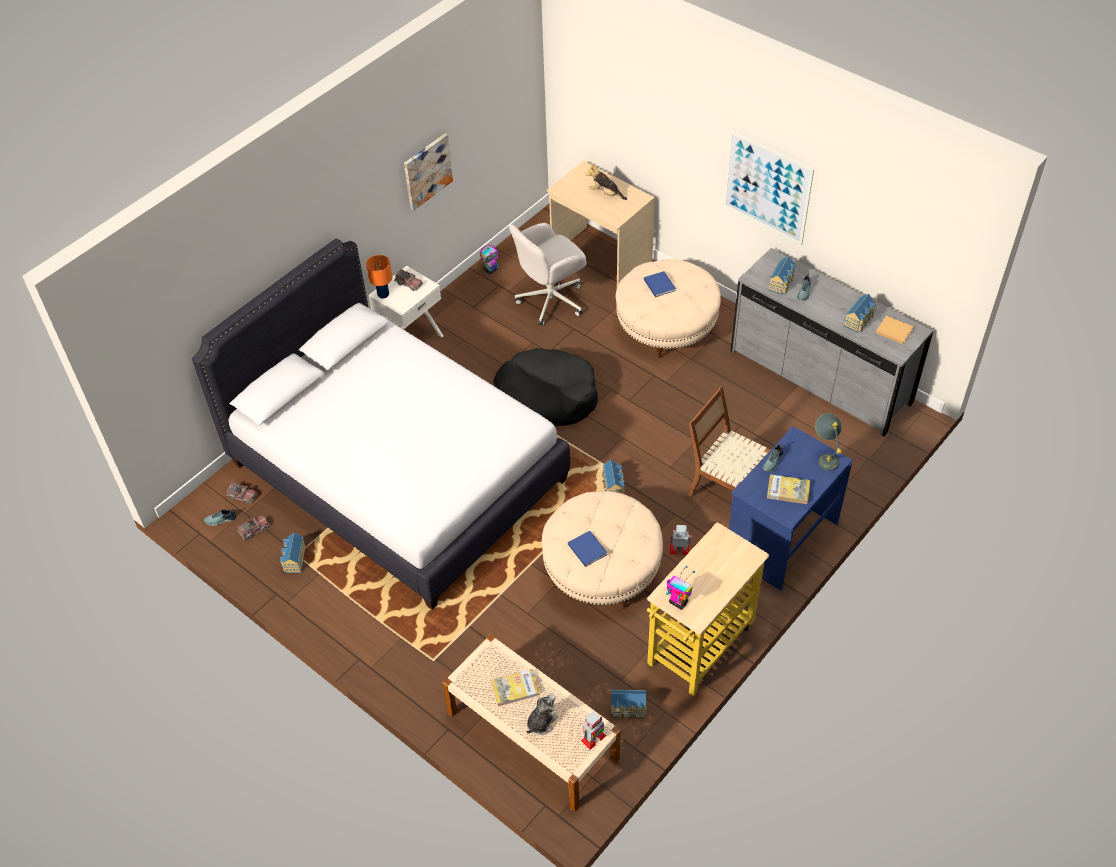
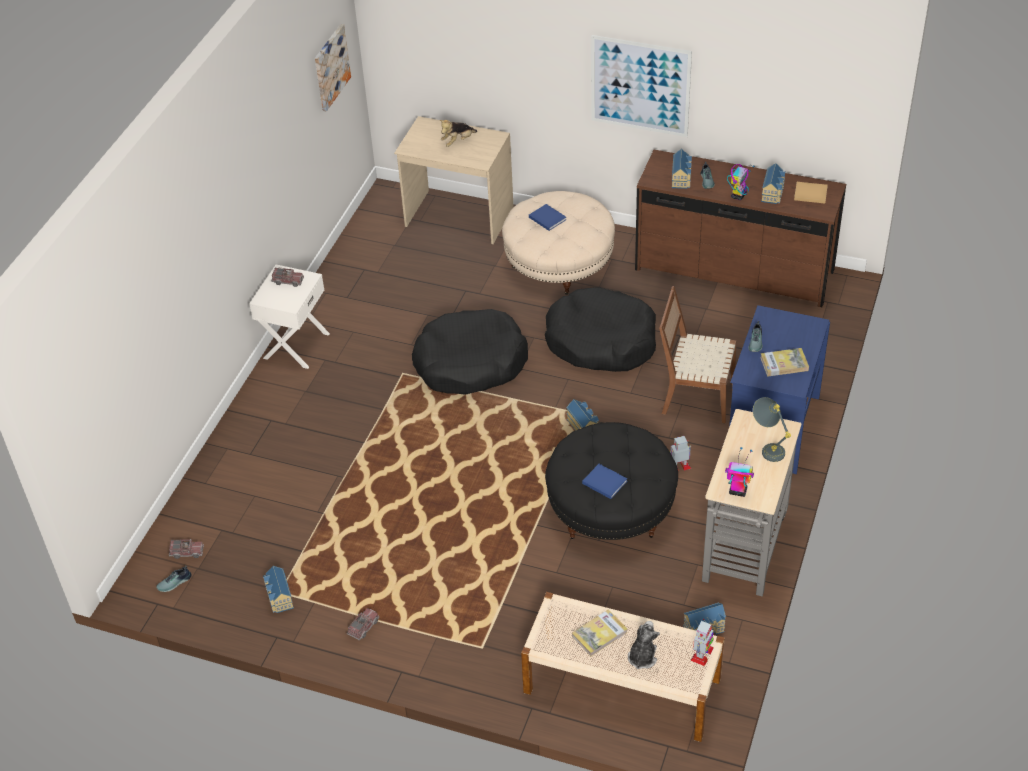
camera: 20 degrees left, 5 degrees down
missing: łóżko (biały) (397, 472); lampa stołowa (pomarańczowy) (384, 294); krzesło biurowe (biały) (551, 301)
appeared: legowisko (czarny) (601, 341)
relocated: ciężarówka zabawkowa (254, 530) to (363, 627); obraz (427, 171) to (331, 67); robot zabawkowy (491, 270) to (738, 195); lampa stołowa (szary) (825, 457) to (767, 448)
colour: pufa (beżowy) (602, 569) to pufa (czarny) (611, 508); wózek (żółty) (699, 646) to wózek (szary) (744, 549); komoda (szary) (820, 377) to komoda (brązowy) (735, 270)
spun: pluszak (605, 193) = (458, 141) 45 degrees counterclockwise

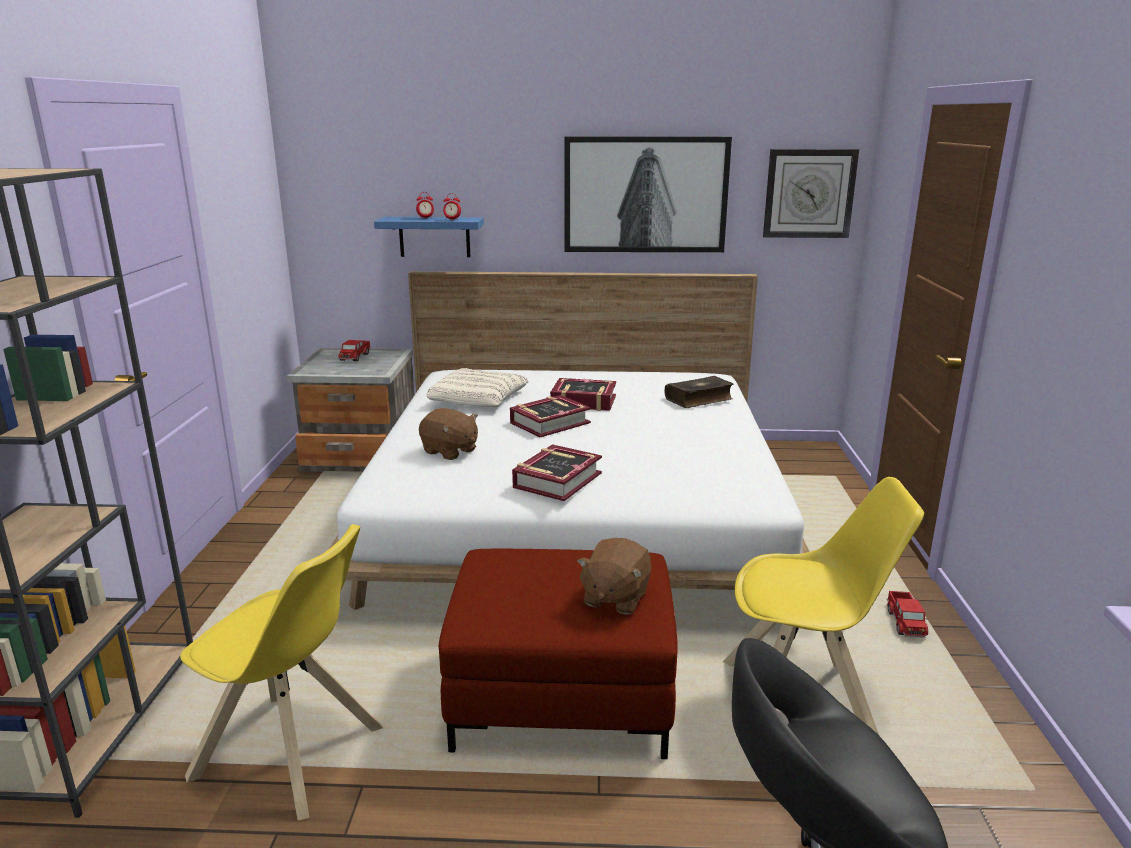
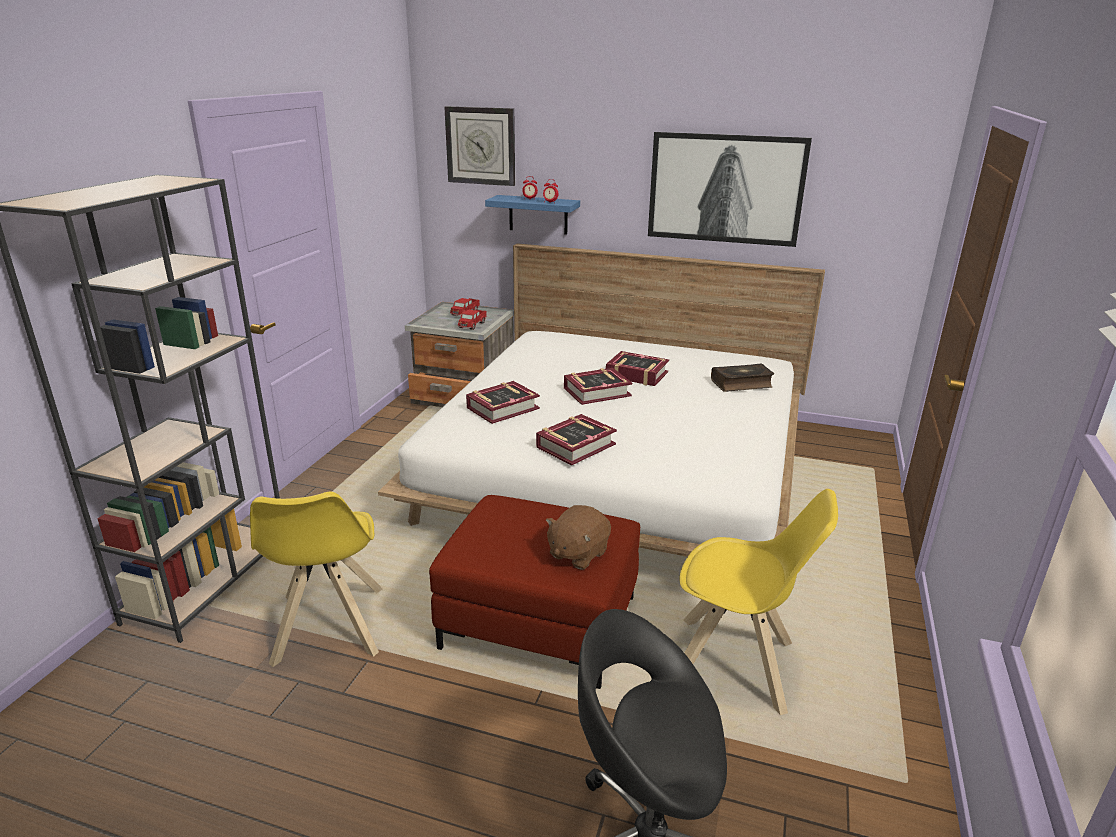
camera: 15 degrees right, 5 degrees up
missing: poduszka (beżowy) (478, 399)
relocated: zegar ścienny (809, 193) to (481, 146); ciężarówka zabawkowa (905, 622) to (472, 324)
exchanged: pluszak (brązowy) (450, 451) to książka (502, 408)
spun: krzesło (żółty) (292, 754) = (328, 627) 45 degrees clockwise

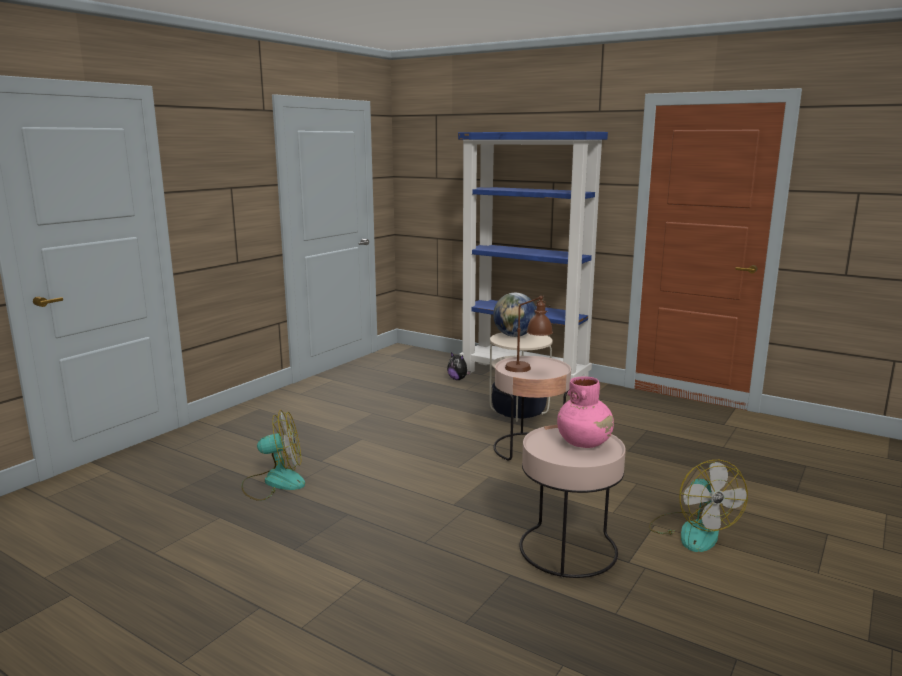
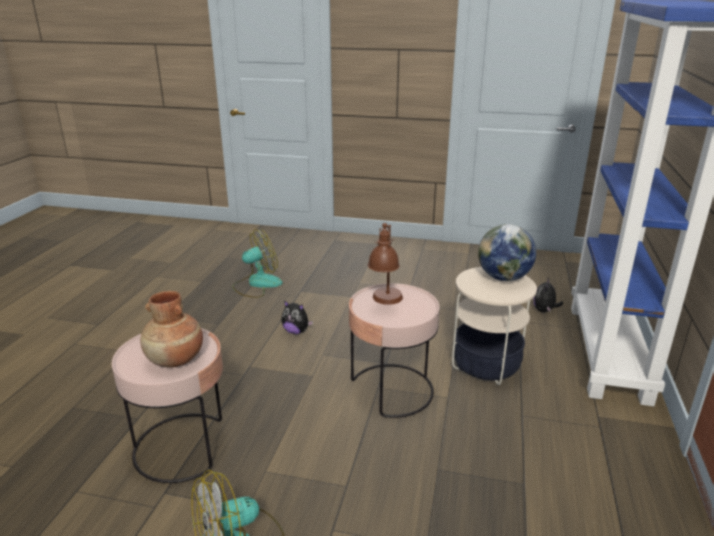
camera: 70 degrees right, 10 degrees up
appeared: pluszak (296, 331)
colour: wazon (różowy) (584, 443) to wazon (brązowy) (175, 359)
spun: wentylator (274, 482) = (257, 284) 90 degrees counterclockwise

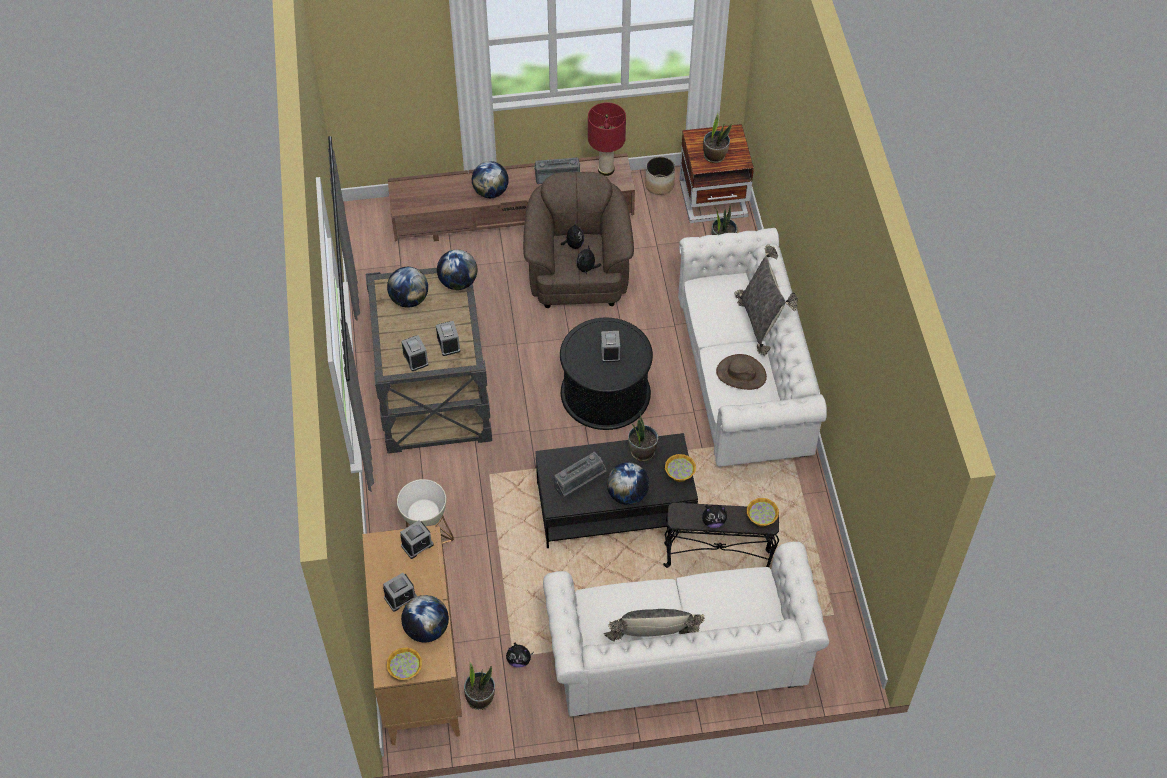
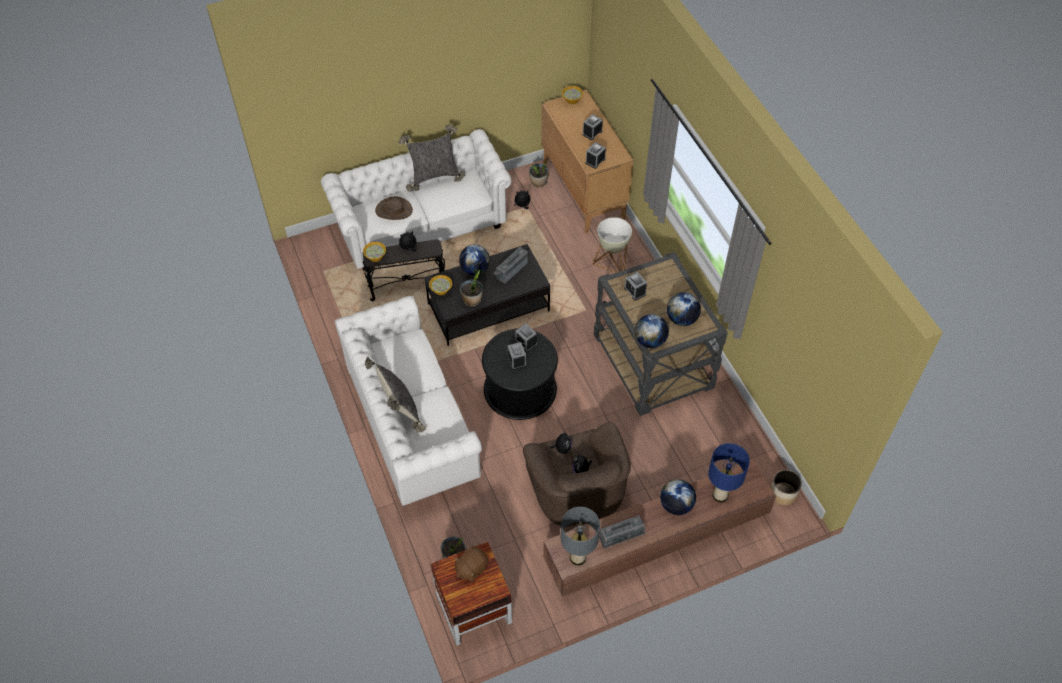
camera: 165 degrees right, 0 degrees up
missing: globus (426, 629)
appeared: lampa stołowa (niebieski) (720, 495)
relocated: budzik (415, 359) to (526, 342); donica (659, 185) to (782, 493); kapelusz (brązowy) (741, 374) to (394, 210)
exchanged: roślina doniczkowa (715, 156) to pluszak (brązowy) (471, 568)
colour: lampa stołowa (czerwony) (606, 169) to lampa stołowa (szary) (578, 558)

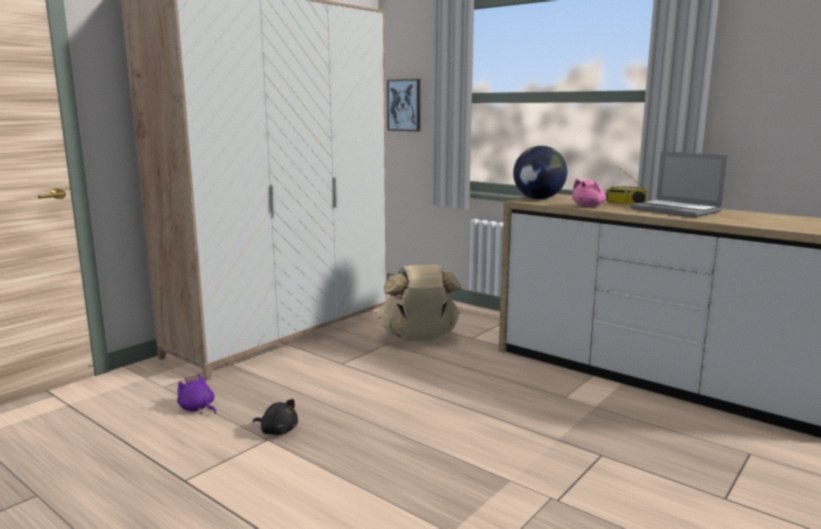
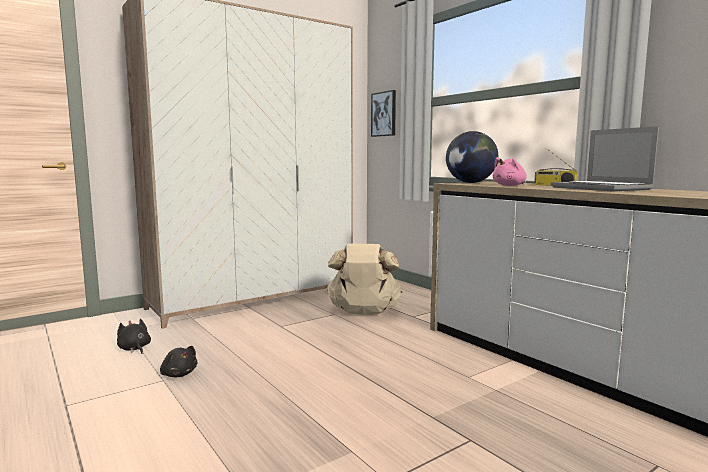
camera: 15 degrees right, 5 degrees down
colour: pluszak (fioletowy) (197, 408) to pluszak (czarny) (134, 349)

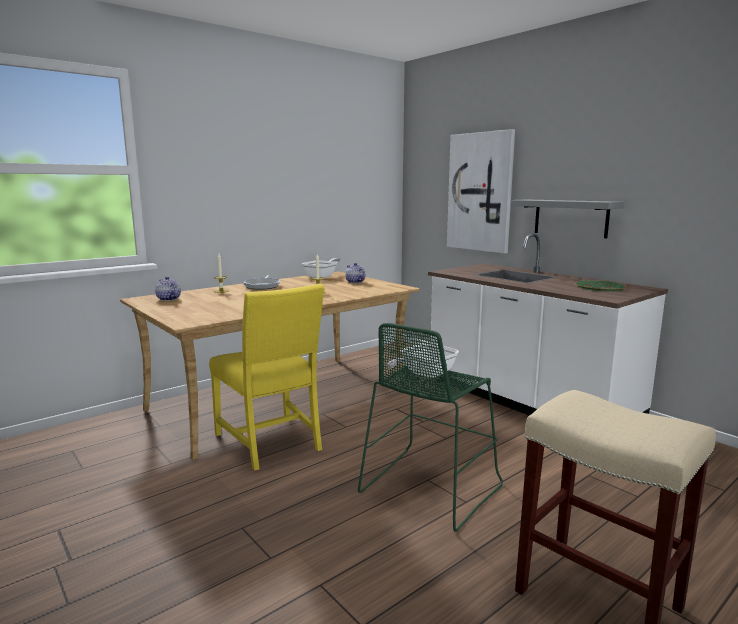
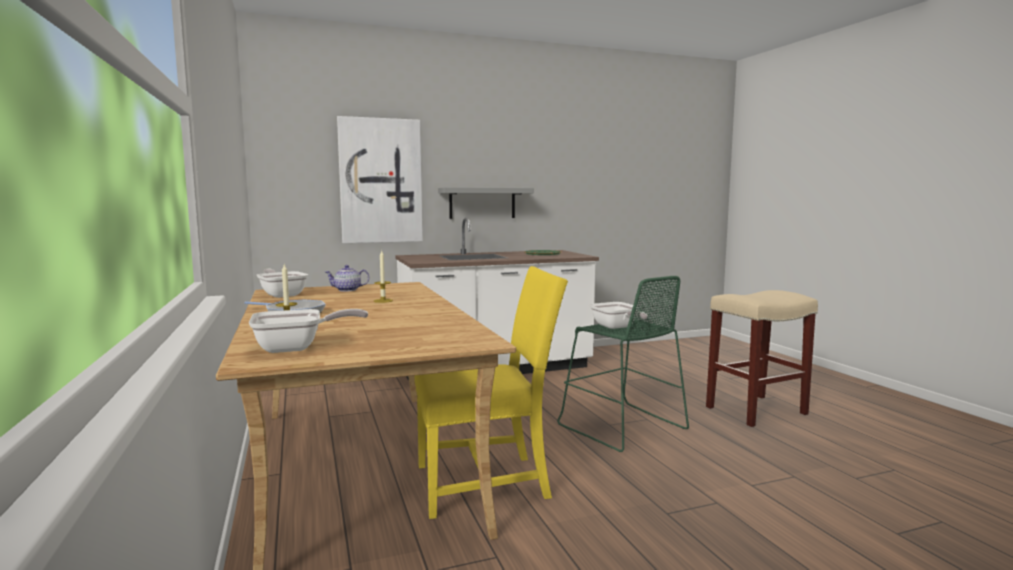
camera: 70 degrees left, 5 degrees down
exchanged: imbryk (168, 299) to patelnia (297, 348)

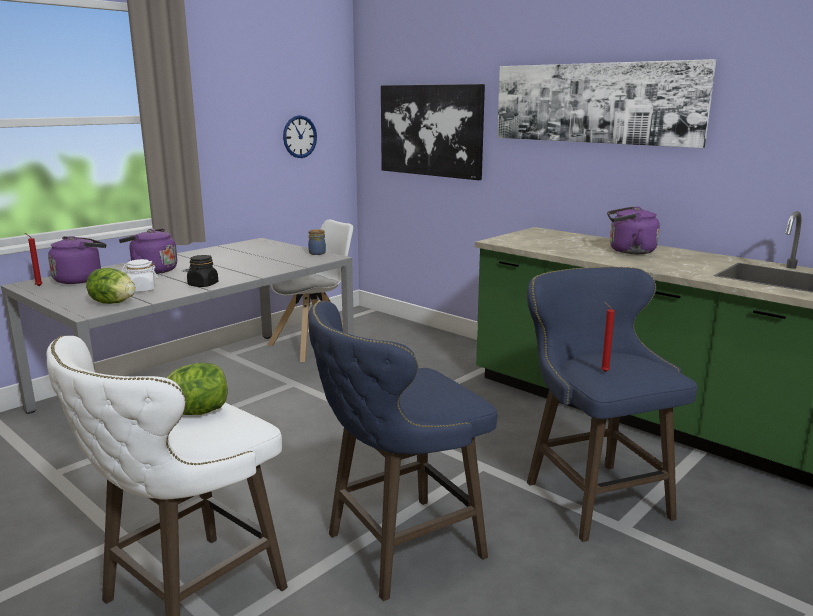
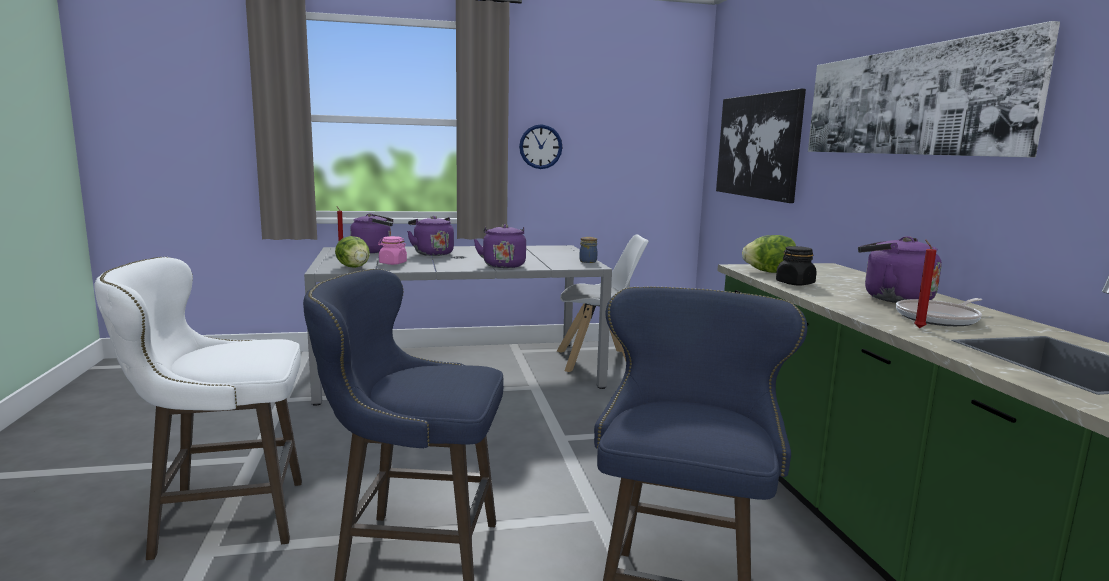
camera: 35 degrees right, 5 degrees down
appeared: czajnik (fioletowy) (503, 265); patelnia (939, 318)
relocated: sałata (196, 412) to (769, 272); słoik (czarny) (203, 285) to (795, 283); zegar ścienny (299, 136) to (540, 146); świeca (czerwony) (603, 371) to (918, 327)
colour: słoik (biały) (141, 290) to słoik (różowy) (392, 263)

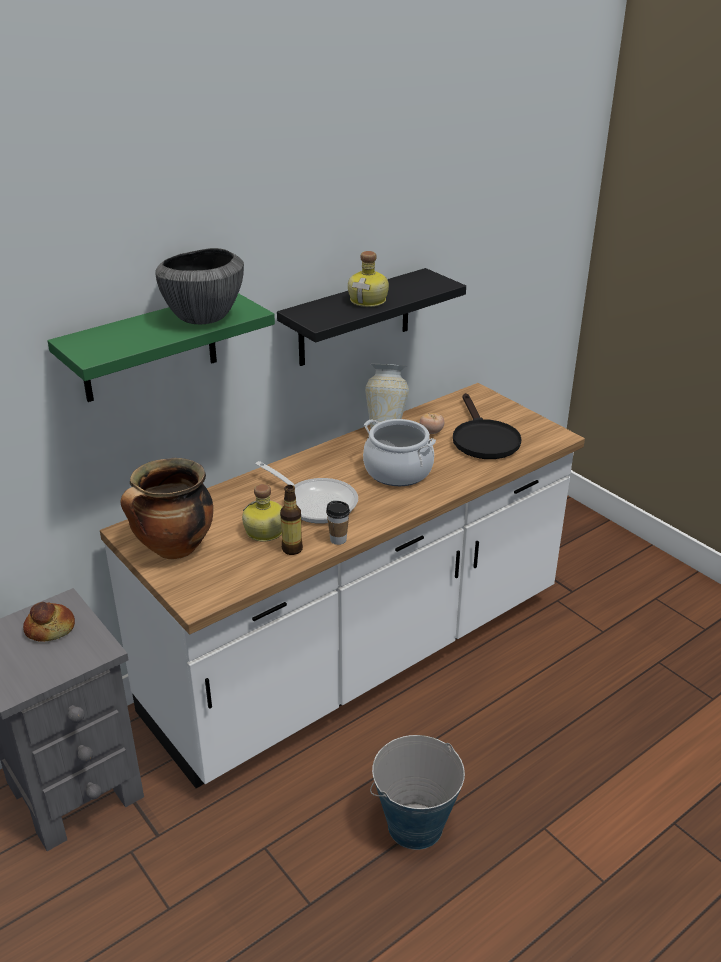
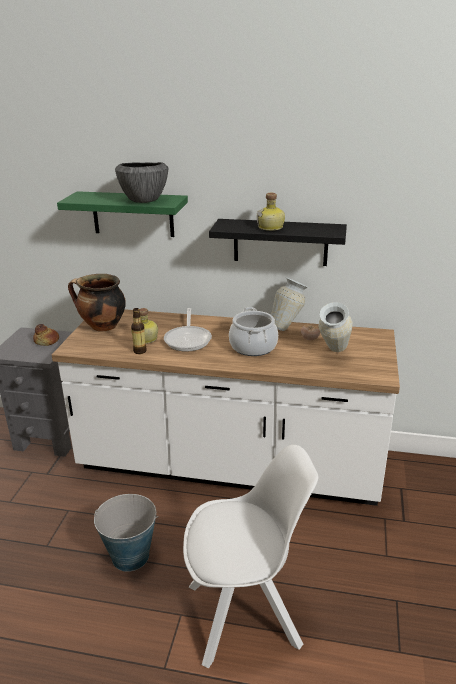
camera: 50 degrees right, 5 degrees down
missing: filiżanka (338, 539)
appeared: krzesło (biały) (245, 614)
exchanged: patelnia (czarny) (483, 438) to wazon (332, 355)

